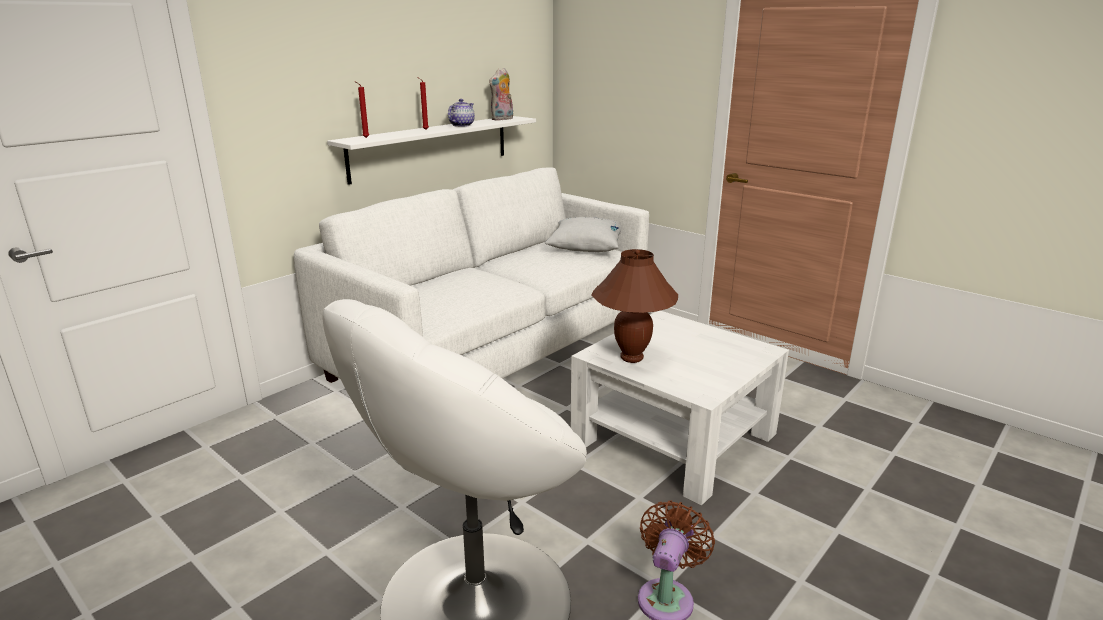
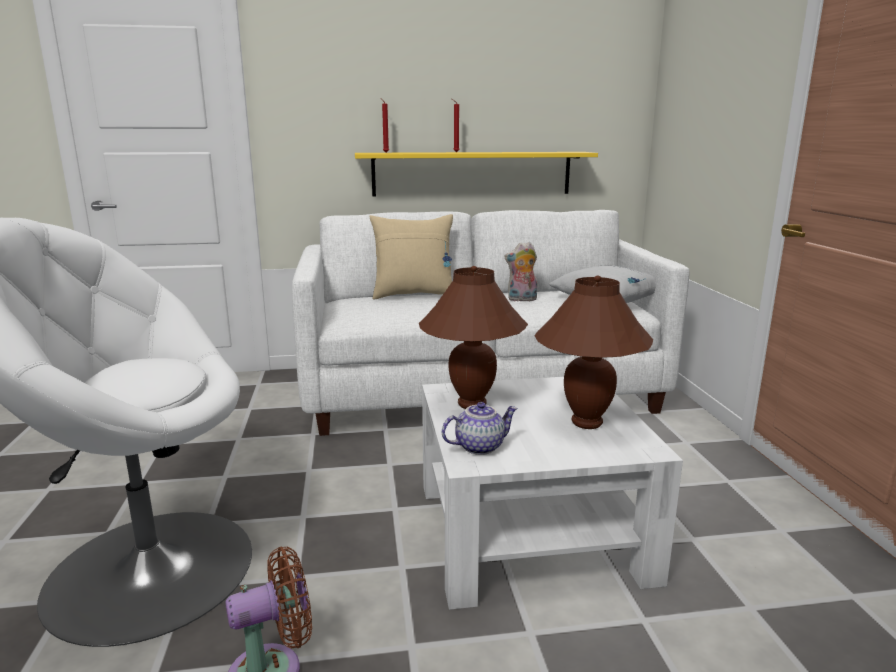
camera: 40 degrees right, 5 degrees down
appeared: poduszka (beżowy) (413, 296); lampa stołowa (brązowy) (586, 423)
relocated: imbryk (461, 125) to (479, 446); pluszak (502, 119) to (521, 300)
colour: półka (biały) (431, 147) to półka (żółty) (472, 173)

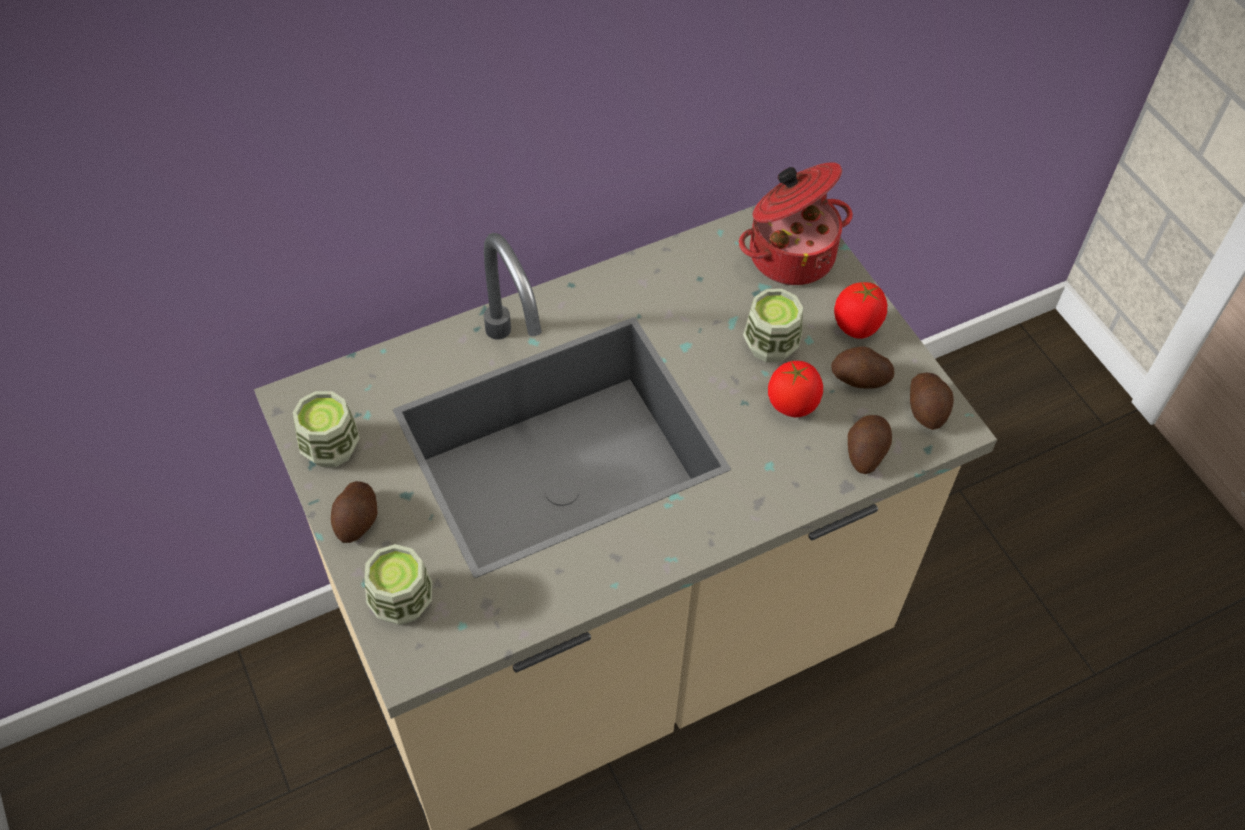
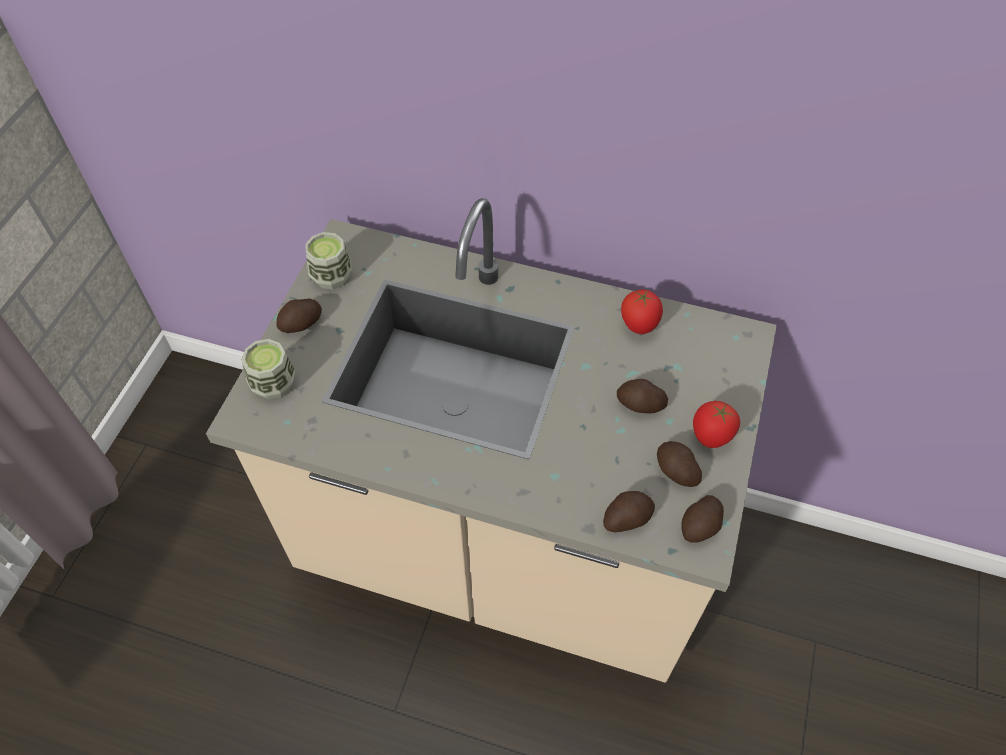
camera: 45 degrees right, 0 degrees up
missing: garnek (790, 253)
relocated: pomidor (791, 406) to (639, 326)
exchanged: filiżanka (770, 345) to ziemniak (640, 405)

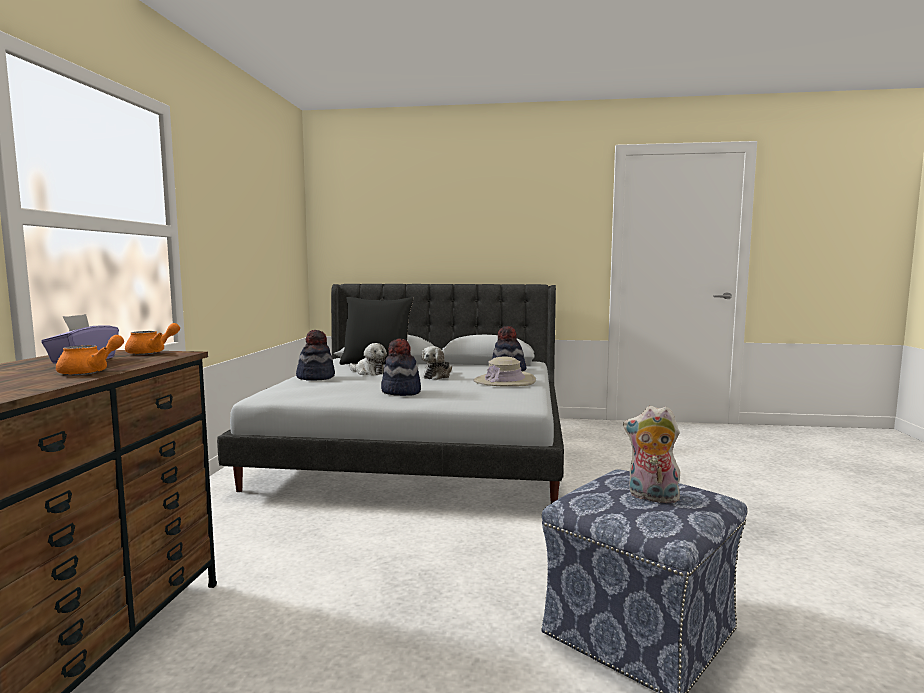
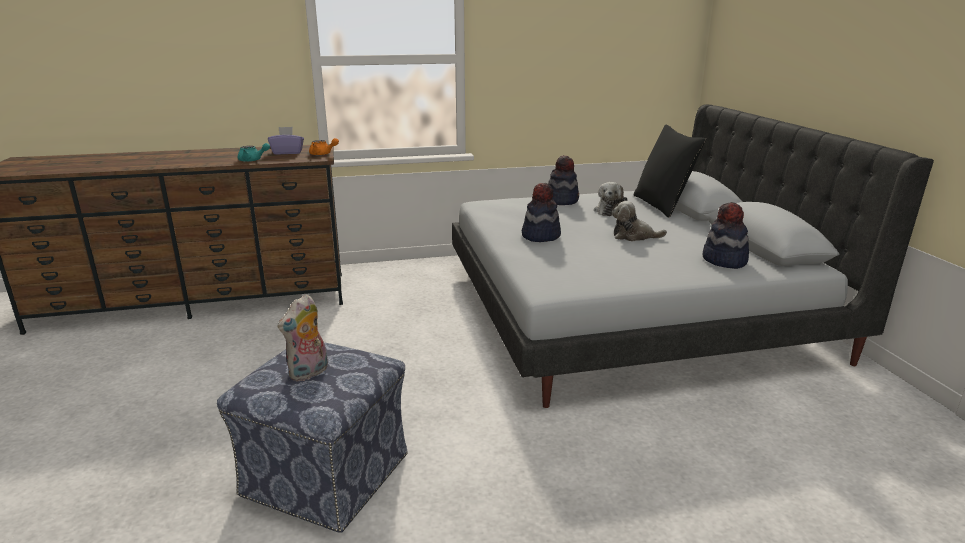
camera: 70 degrees right, 15 degrees up
missing: kapelusz (beżowy) (504, 381)
colour: imbryk (pomarańczowy) (91, 371) to imbryk (turkusowy) (253, 160)
spun: pluszak (651, 497) = (309, 373) 150 degrees counterclockwise

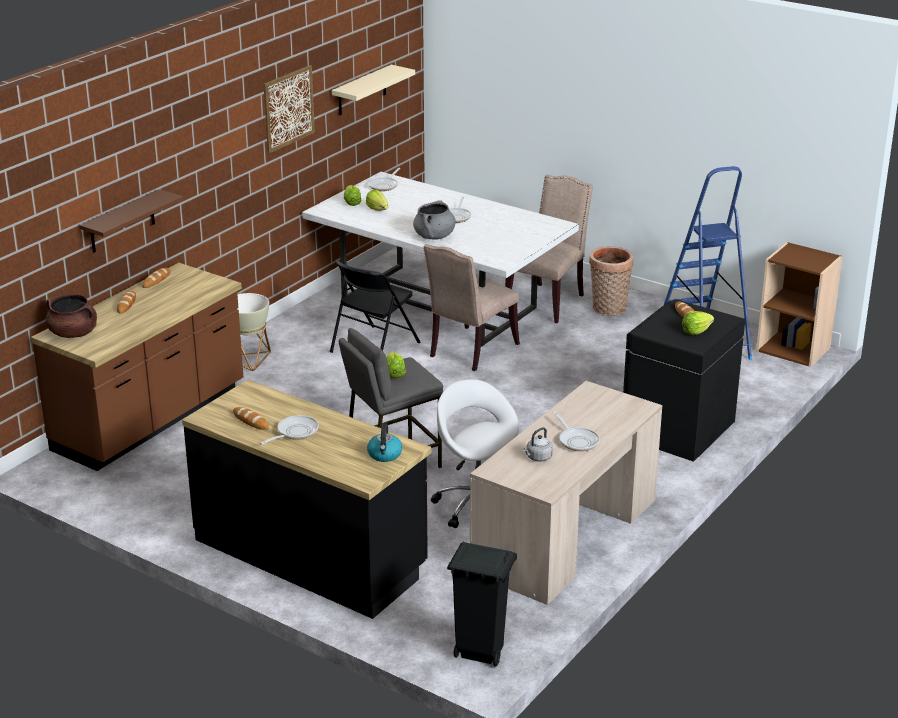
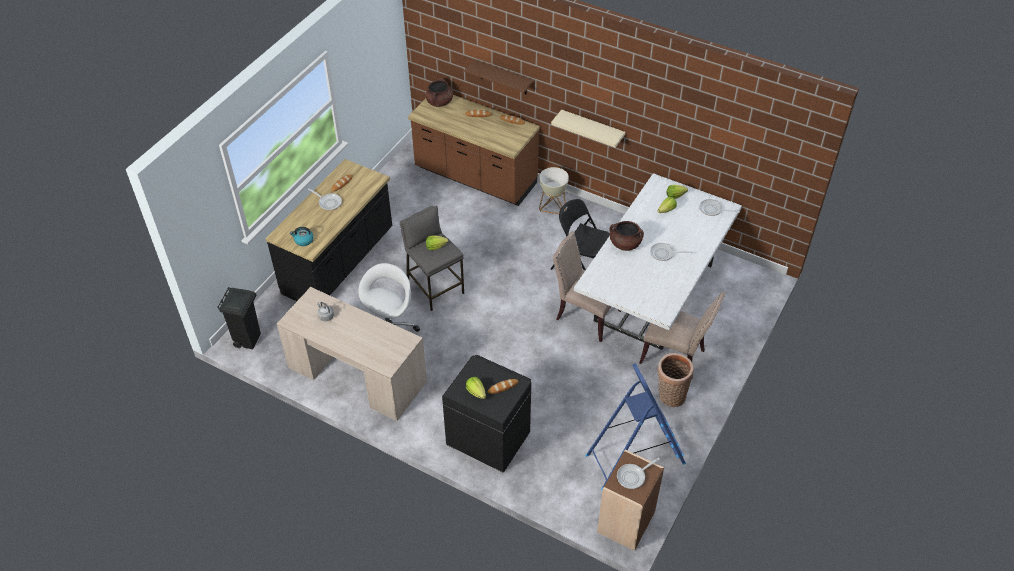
camera: 85 degrees right, 20 degrees up
missing: obraz (288, 107)
relocated: półka (beżowy) (362, 90) to (592, 128); patelnia (577, 440) to (633, 476)
colour: garnek (szary) (434, 236) to garnek (brązowy) (625, 244)

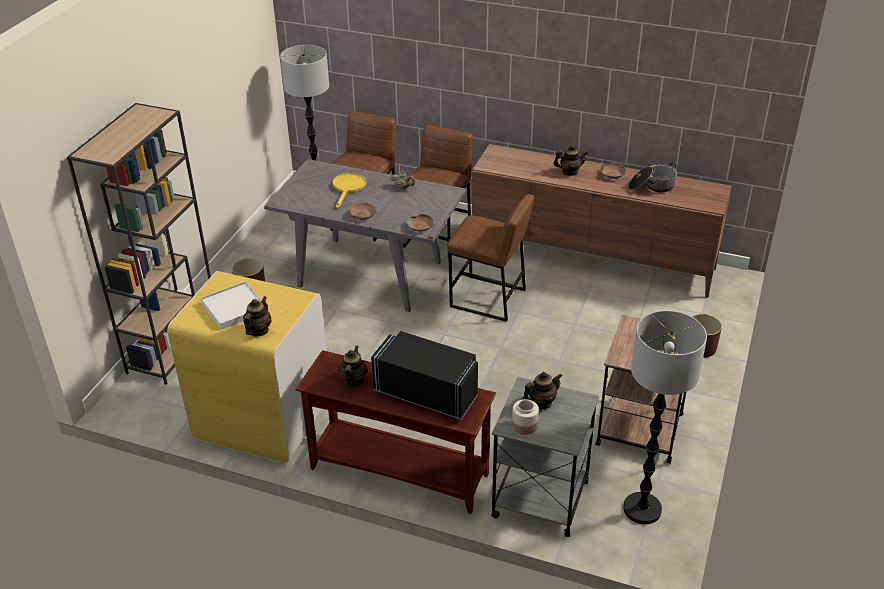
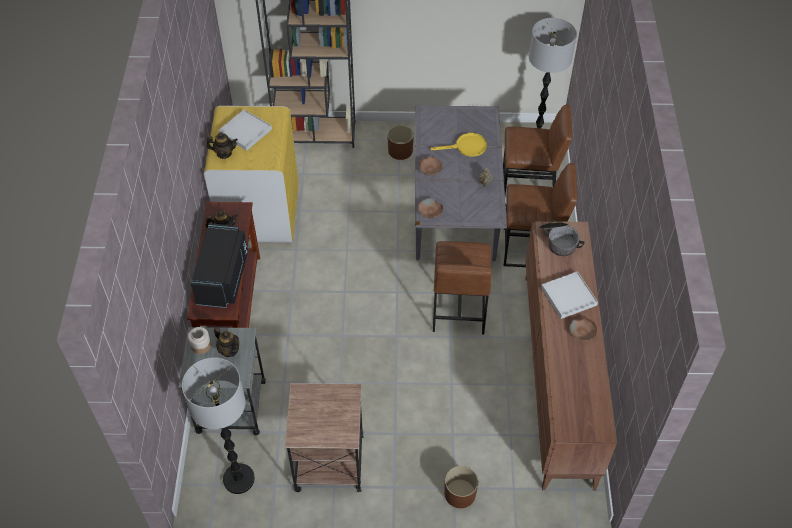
camera: 70 degrees right, 15 degrees up
relocated: garnek (652, 186) to (558, 241)
exchanged: imbryk (569, 172) to taca (biały) (568, 296)

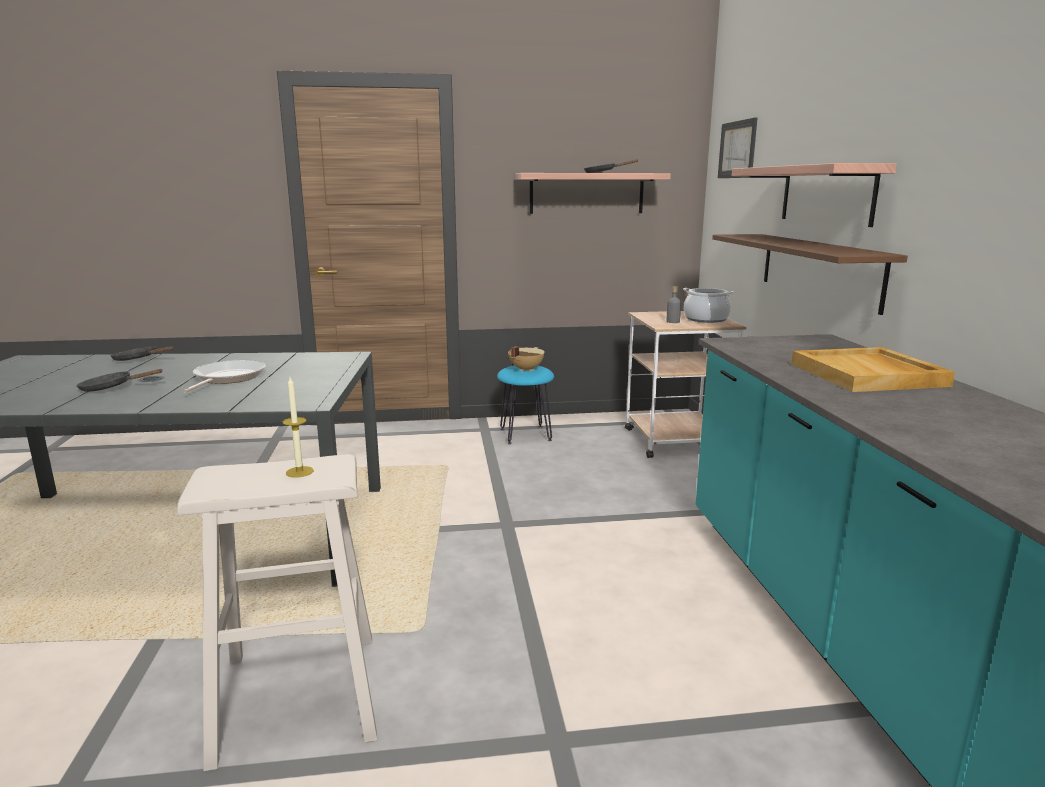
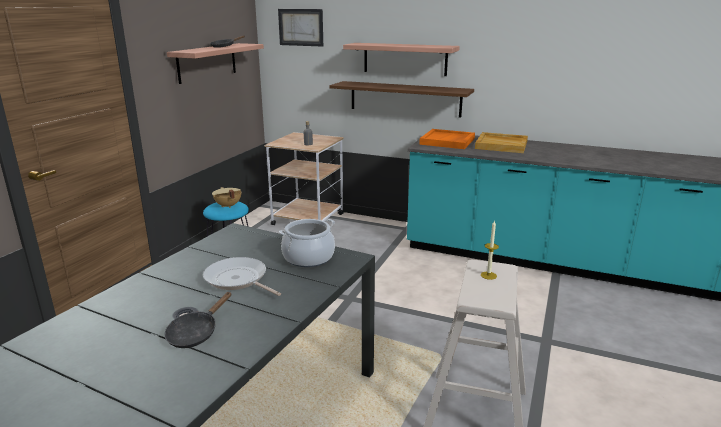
camera: 60 degrees left, 5 degrees up
missing: patelnia (czarny) (139, 359)
appeared: taca (pomarańczowy) (447, 141)
relocated: garnek (706, 319) to (308, 257)

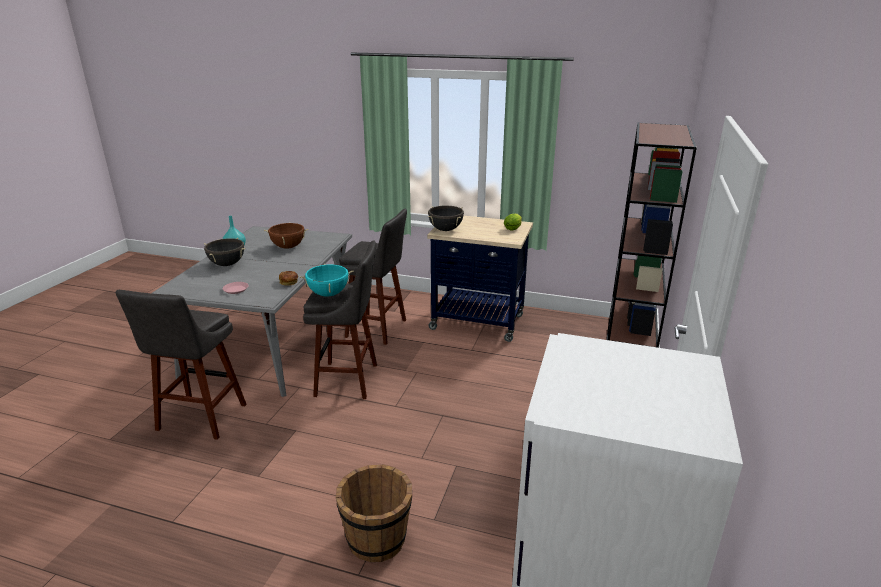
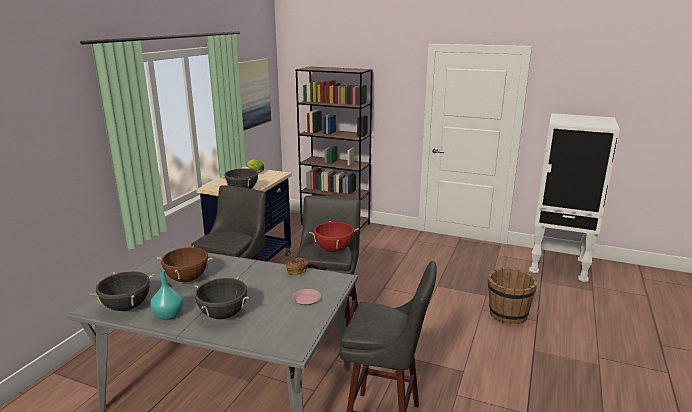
camera: 85 degrees left, 5 degrees down
appeared: garnek (czarny) (127, 307); obraz (252, 93)
colour: garnek (turkusowy) (328, 294) to garnek (czerwony) (334, 250)

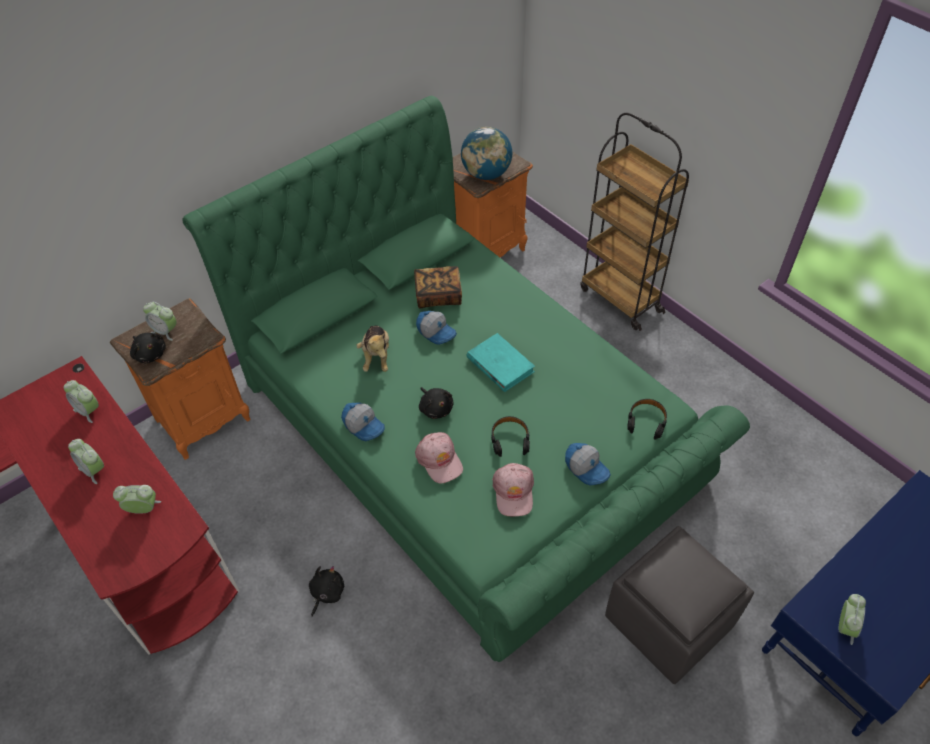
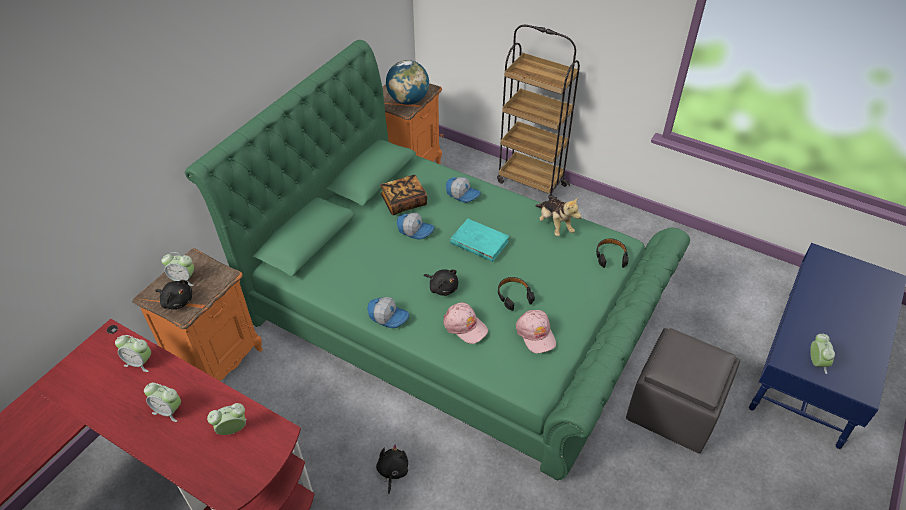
camera: 20 degrees left, 5 degrees down
relocated: pluszak (376, 356) to (554, 225); czapka z daszkiem (587, 468) to (463, 194)

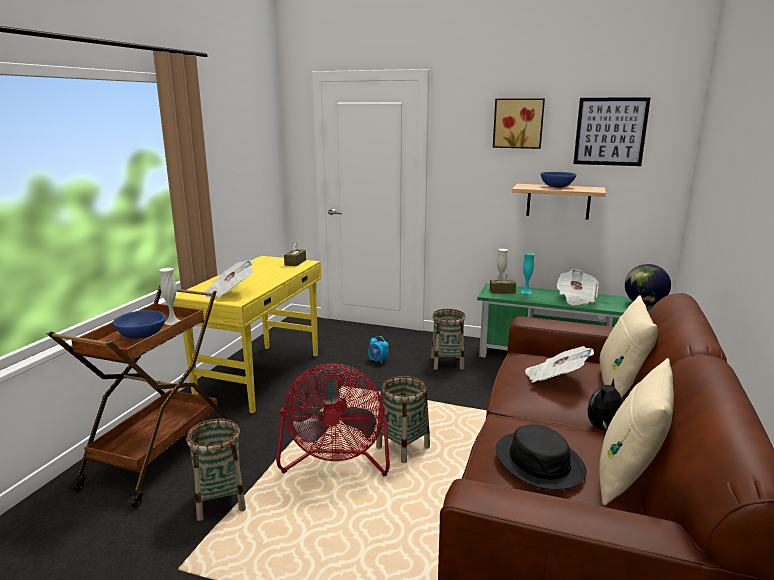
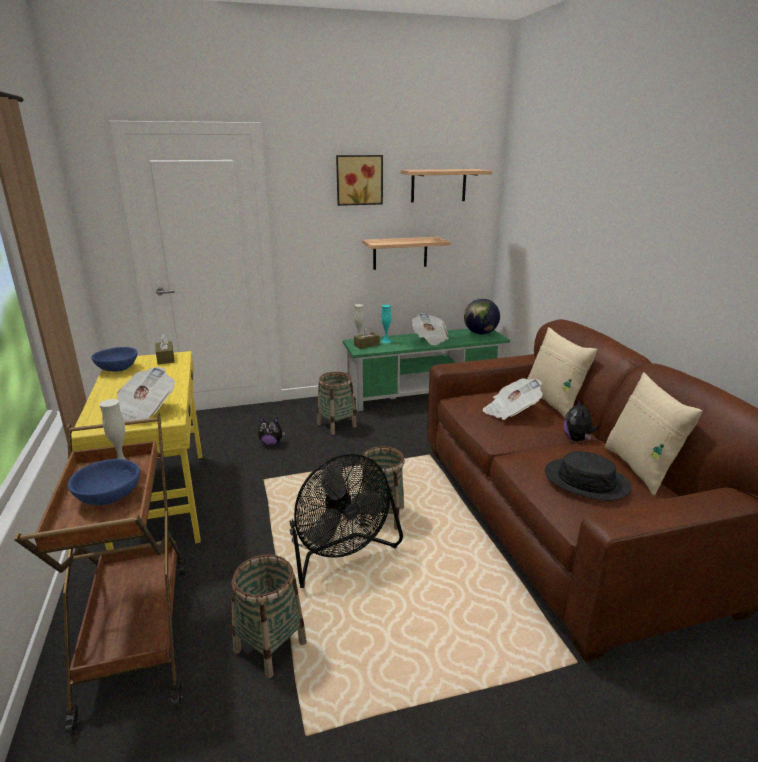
camera: 35 degrees left, 5 degrees up
relocated: miska (niebieski) (557, 187) to (118, 369)
exchanged: budzik (378, 361) to pluszak (271, 443); obraz (610, 131) to półka (438, 185)
colour: wentylator (czerwony) (333, 461) to wentylator (czarny) (336, 555)

